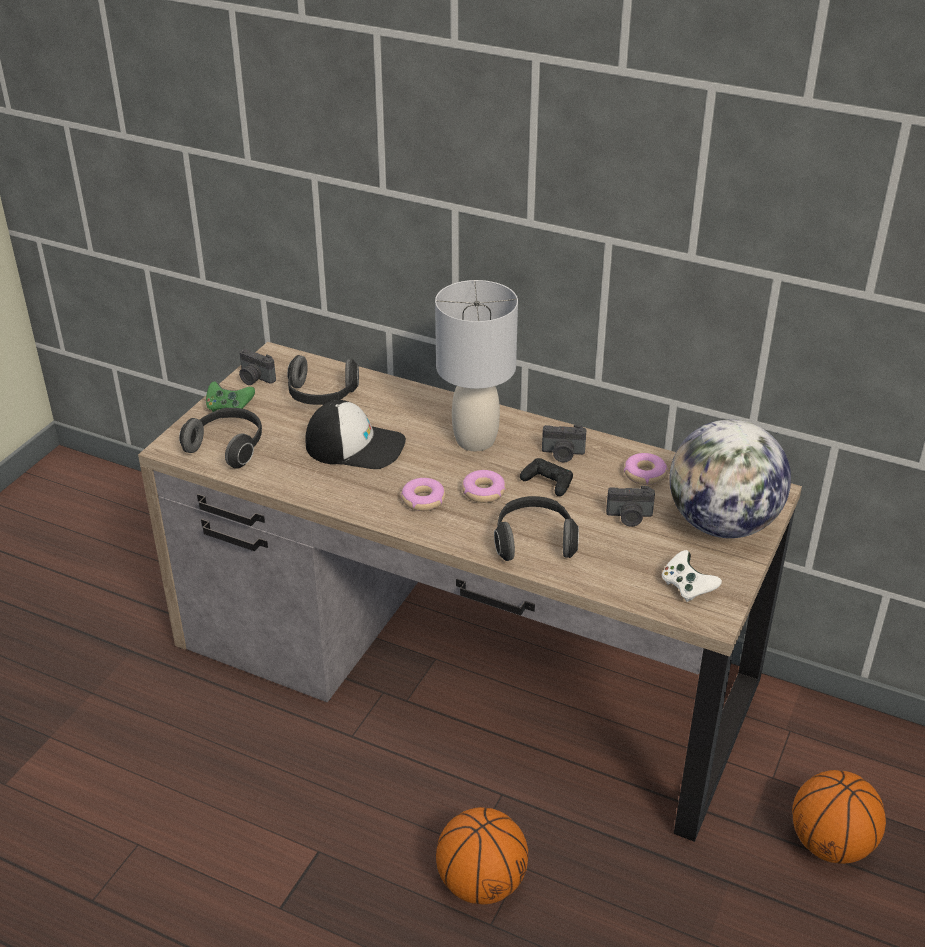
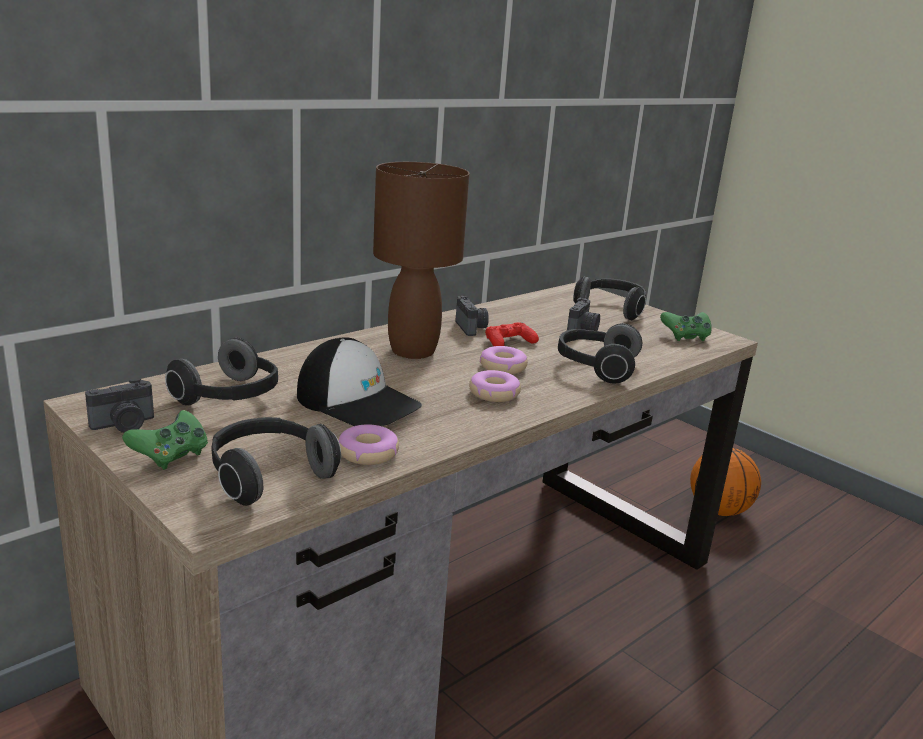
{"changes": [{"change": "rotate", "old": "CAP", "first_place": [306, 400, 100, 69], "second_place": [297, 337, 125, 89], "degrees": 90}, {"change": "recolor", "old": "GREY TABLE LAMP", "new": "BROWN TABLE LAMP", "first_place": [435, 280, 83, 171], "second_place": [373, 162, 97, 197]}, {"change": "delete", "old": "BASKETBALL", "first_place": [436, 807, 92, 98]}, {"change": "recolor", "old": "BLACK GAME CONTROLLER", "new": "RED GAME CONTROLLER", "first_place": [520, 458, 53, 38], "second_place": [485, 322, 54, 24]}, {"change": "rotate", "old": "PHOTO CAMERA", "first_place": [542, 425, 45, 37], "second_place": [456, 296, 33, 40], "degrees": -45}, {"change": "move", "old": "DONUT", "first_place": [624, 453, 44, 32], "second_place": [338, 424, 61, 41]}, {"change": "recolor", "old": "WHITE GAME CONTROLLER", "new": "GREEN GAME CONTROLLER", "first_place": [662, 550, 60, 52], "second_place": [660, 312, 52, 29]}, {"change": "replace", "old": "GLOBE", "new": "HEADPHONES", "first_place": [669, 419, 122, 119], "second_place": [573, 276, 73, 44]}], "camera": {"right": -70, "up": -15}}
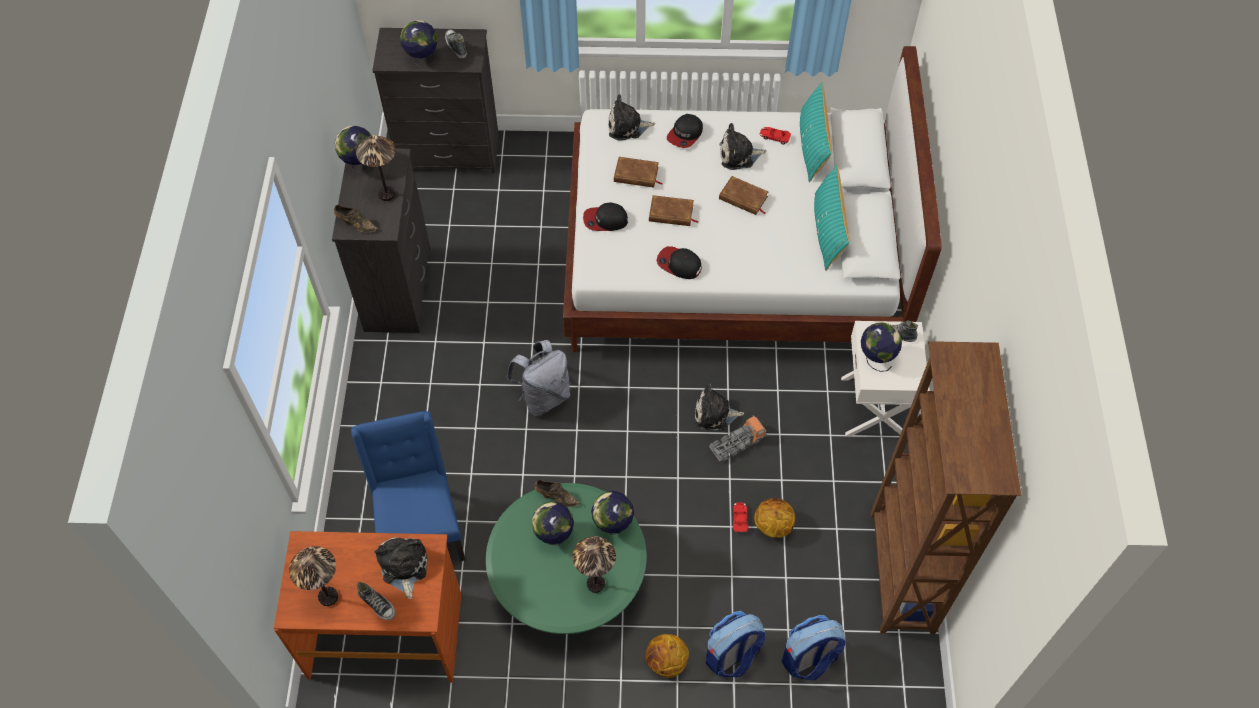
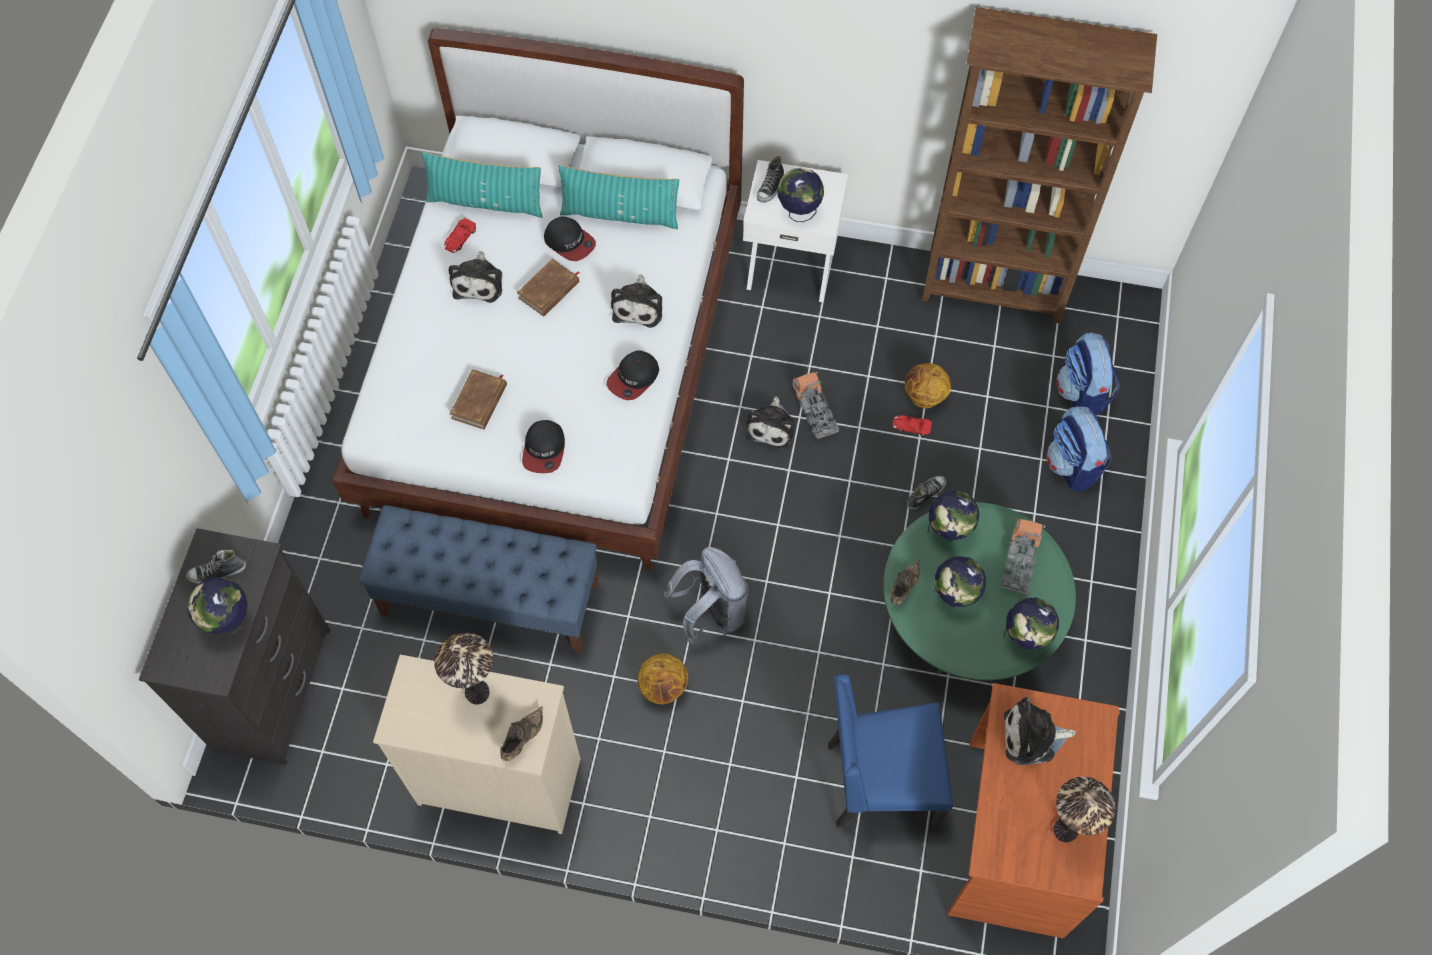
{"changes": [{"change": "recolor", "old": "BLACK DRESSER", "new": "BEIGE DRESSER", "first_place": [332, 149, 98, 184], "second_place": [373, 655, 208, 179]}, {"change": "move", "old": "GLOBE", "first_place": [335, 126, 36, 46], "second_place": [1003, 597, 56, 52]}, {"change": "move", "old": "SHOE", "first_place": [357, 582, 39, 39], "second_place": [907, 476, 39, 33]}, {"change": "replace", "old": "TABLE LAMP", "new": "TOY TRUCK", "first_place": [572, 536, 44, 57], "second_place": [1001, 519, 45, 76]}, {"change": "move", "old": "PLUSH TOY", "first_place": [608, 94, 47, 47], "second_place": [611, 275, 51, 53]}, {"change": "move", "old": "BASKETBALL", "first_place": [646, 634, 43, 44], "second_place": [637, 653, 51, 52]}, {"change": "delete", "old": "BROWN BOOK", "first_place": [649, 195, 50, 31]}, {"change": "move", "old": "CAP", "first_place": [667, 114, 36, 34], "second_place": [544, 216, 52, 45]}, {"change": "insert", "new": "BLUE BENCH", "second_place": [359, 505, 240, 148]}], "camera": {"right": -80, "up": 5}}
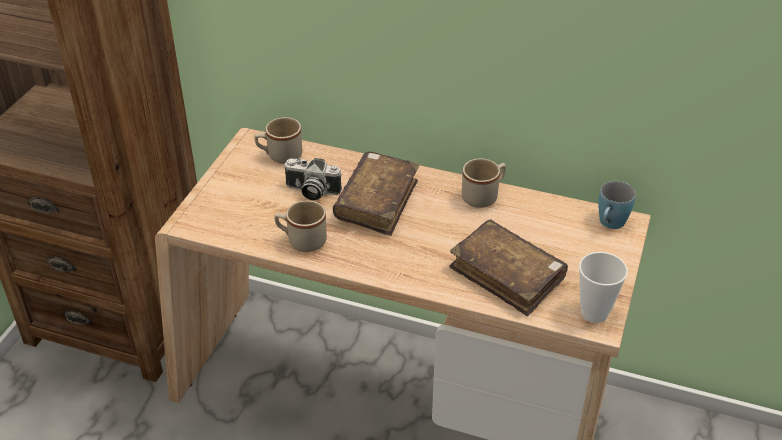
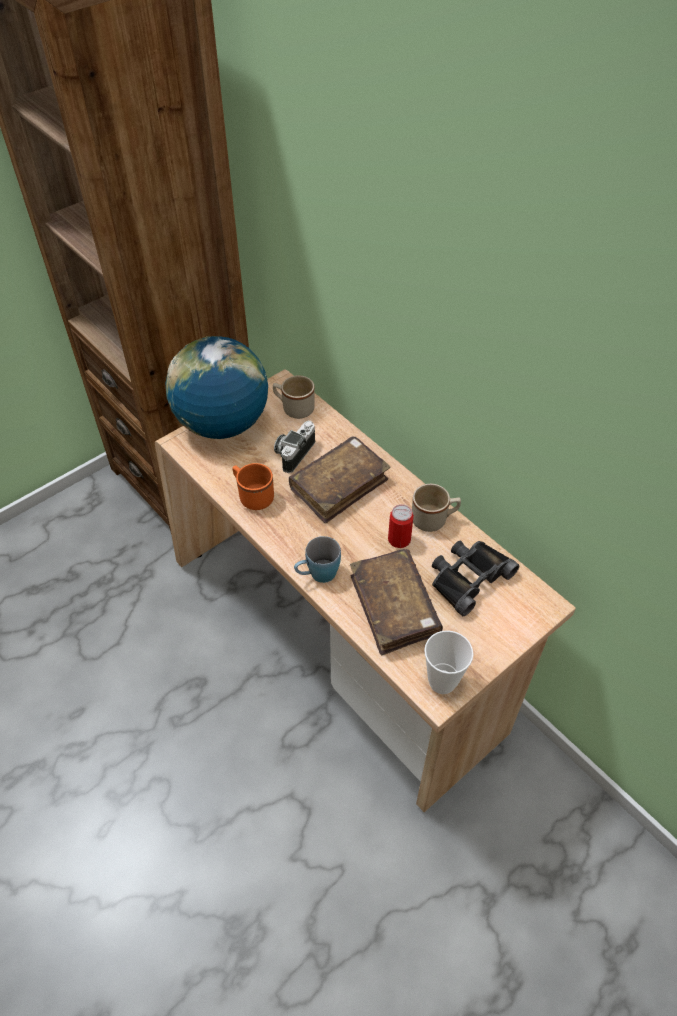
{"changes": [{"change": "recolor", "old": "BEIGE MUG", "new": "ORANGE MUG", "first_place": [275, 201, 52, 51], "second_place": [232, 463, 42, 47]}, {"change": "rotate", "old": "PHOTO CAMERA", "first_place": [284, 158, 58, 42], "second_place": [274, 421, 41, 52], "degrees": 75}, {"change": "move", "old": "BLUE MUG", "first_place": [598, 181, 38, 48], "second_place": [294, 536, 47, 47]}, {"change": "insert", "new": "GLOBE", "second_place": [166, 336, 102, 103]}, {"change": "insert", "new": "CAN", "second_place": [388, 504, 26, 44]}, {"change": "insert", "new": "BLACK BINOCULARS", "second_place": [432, 540, 87, 76]}], "camera": {"right": 30, "up": 10}}
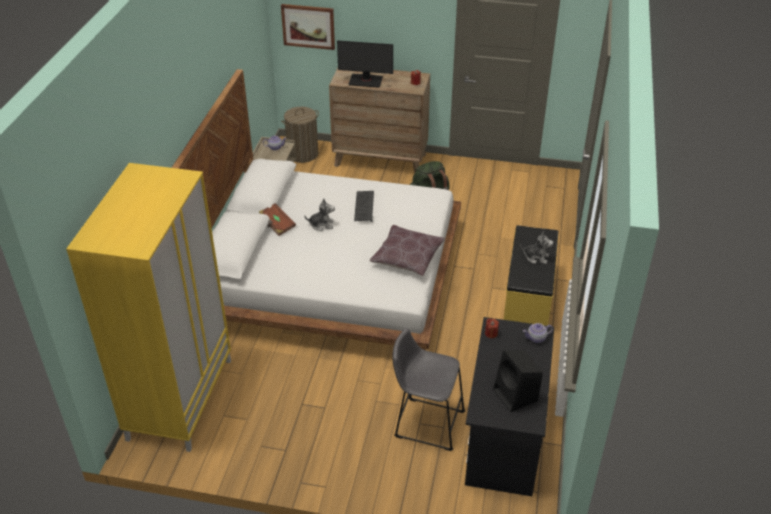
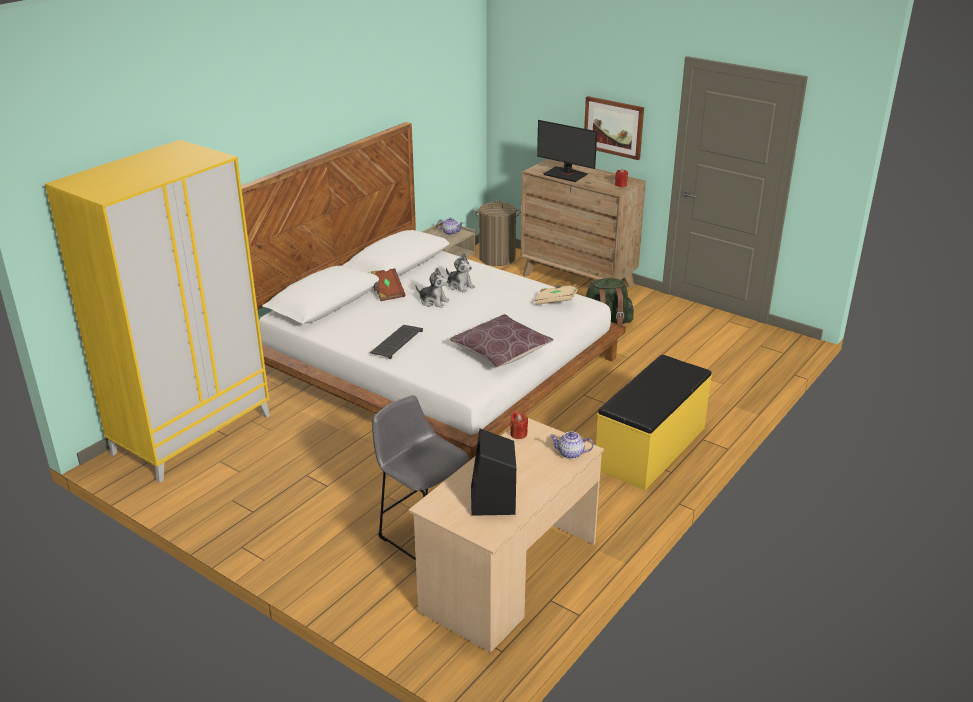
{"changes": [{"change": "move", "old": "PICTURE", "first_place": [281, 4, 54, 46], "second_place": [584, 96, 60, 64]}, {"change": "move", "old": "KEYBOARD", "first_place": [354, 191, 20, 31], "second_place": [370, 325, 53, 34]}, {"change": "recolor", "old": "BLACK DESK", "new": "BEIGE DESK", "first_place": [465, 317, 89, 179], "second_place": [408, 418, 196, 235]}, {"change": "move", "old": "PLUSH TOY", "first_place": [520, 231, 33, 33], "second_place": [446, 253, 29, 40]}, {"change": "insert", "new": "BEIGE BOOK", "second_place": [535, 284, 43, 21]}], "camera": {"right": 25, "up": -10}}
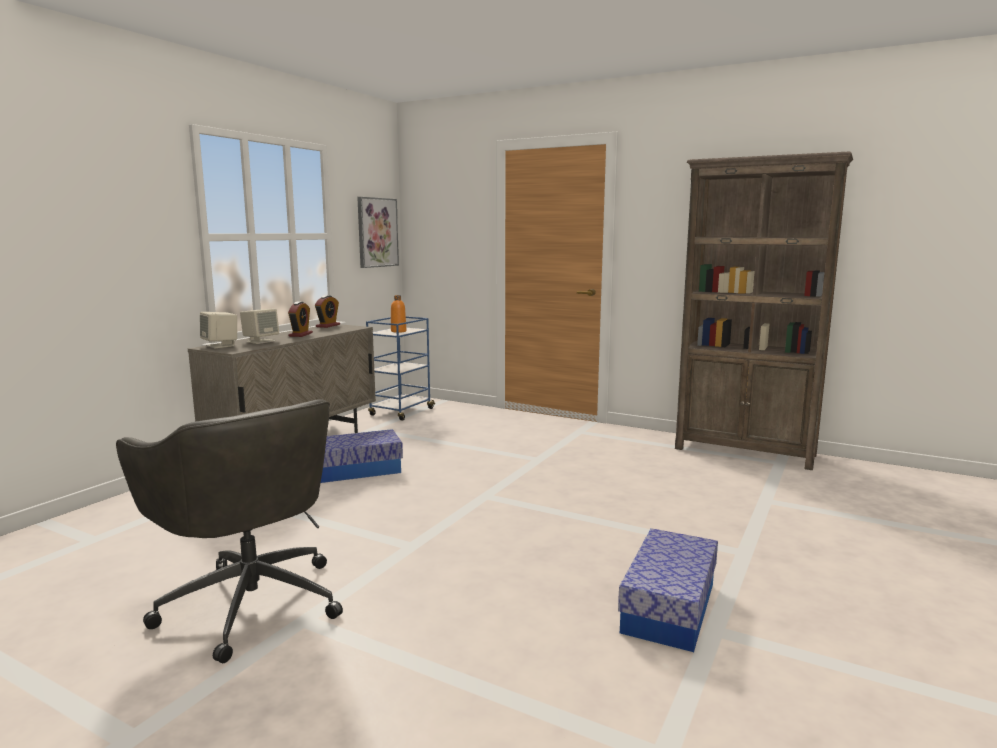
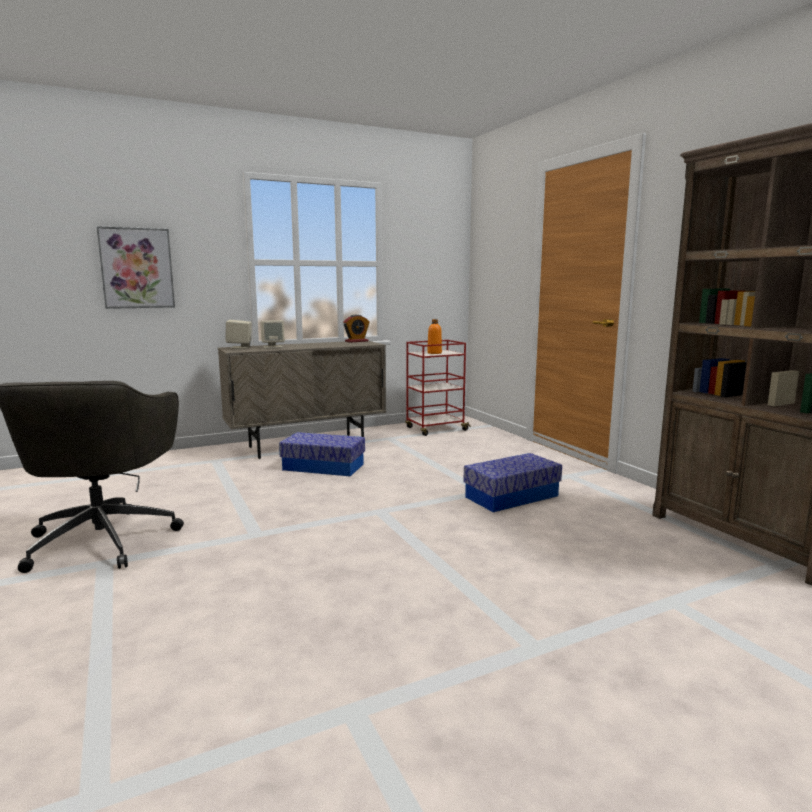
{"changes": [{"change": "delete", "old": "ALARM CLOCK", "first_place": [288, 302, 25, 35]}, {"change": "move", "old": "PICTURE", "first_place": [357, 197, 42, 71], "second_place": [97, 226, 78, 83]}, {"change": "recolor", "old": "BLUE CART", "new": "RED CART", "first_place": [366, 316, 69, 105], "second_place": [405, 340, 66, 96]}, {"change": "move", "old": "STORAGE BOX", "first_place": [618, 528, 100, 124], "second_place": [463, 453, 99, 59]}], "camera": {"right": 35, "up": 0}}
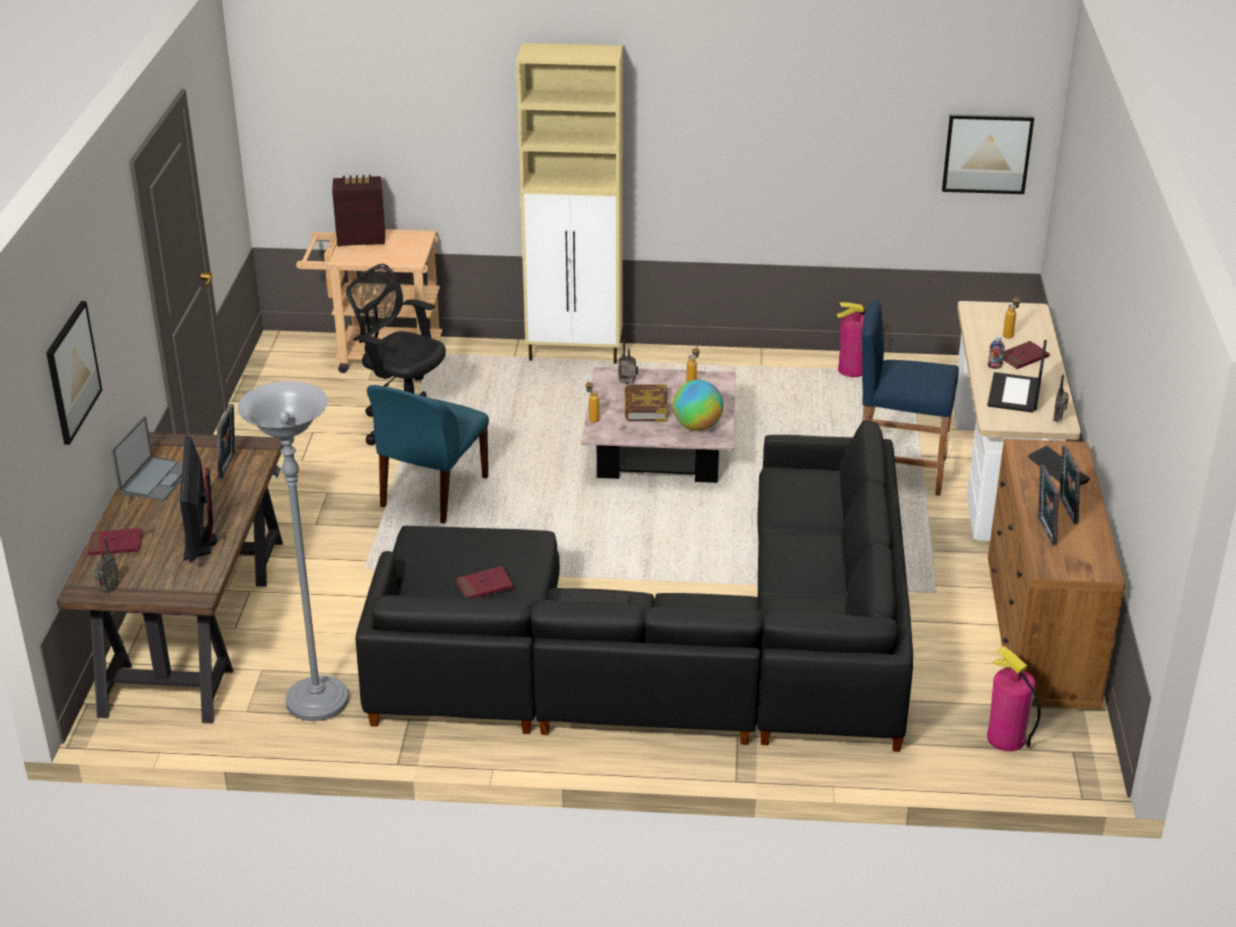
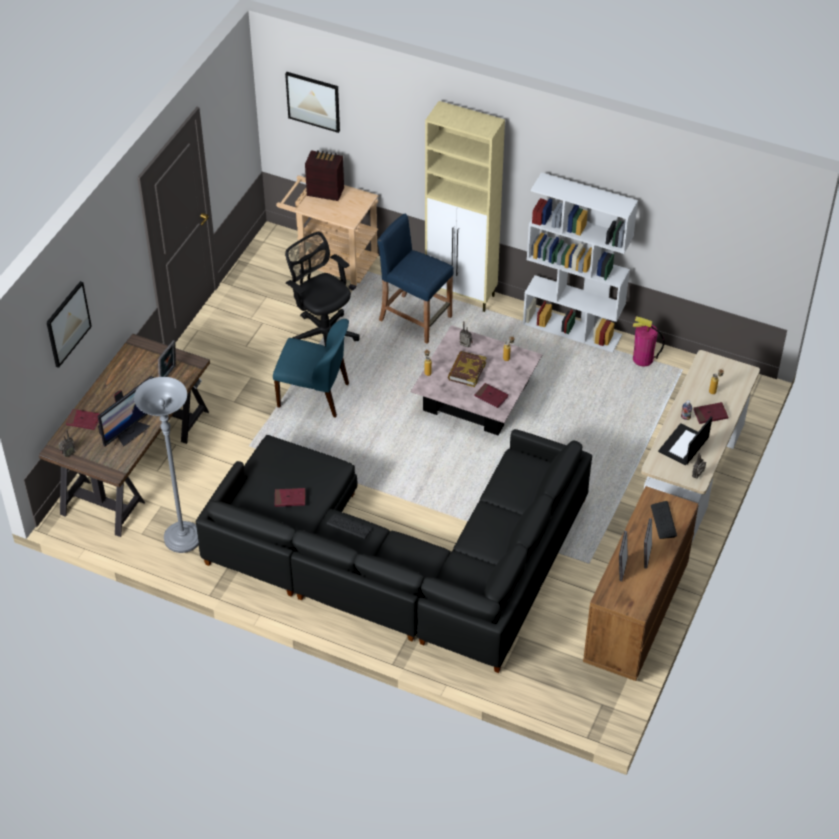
{"changes": [{"change": "delete", "old": "LAPTOP", "first_place": [111, 416, 72, 85]}, {"change": "rotate", "old": "MONITOR", "first_place": [180, 436, 37, 126], "second_place": [98, 376, 56, 71], "degrees": -150}, {"change": "rotate", "old": "BLUE CHAIR", "first_place": [367, 385, 122, 139], "second_place": [273, 319, 76, 99], "degrees": -120}, {"change": "replace", "old": "GLOBE", "new": "RED BOOK", "first_place": [673, 380, 50, 51], "second_place": [474, 383, 35, 25]}, {"change": "move", "old": "BLUE STOOL", "first_place": [862, 299, 97, 197], "second_place": [377, 214, 76, 130]}, {"change": "move", "old": "PICTURE", "first_place": [942, 114, 92, 80], "second_place": [285, 72, 55, 61]}, {"change": "delete", "old": "FIRE EXTINGUISHER", "first_place": [987, 646, 53, 105]}, {"change": "insert", "new": "WHITE BOOKCASE", "second_place": [523, 172, 115, 181]}], "camera": {"right": 20, "up": 15}}
